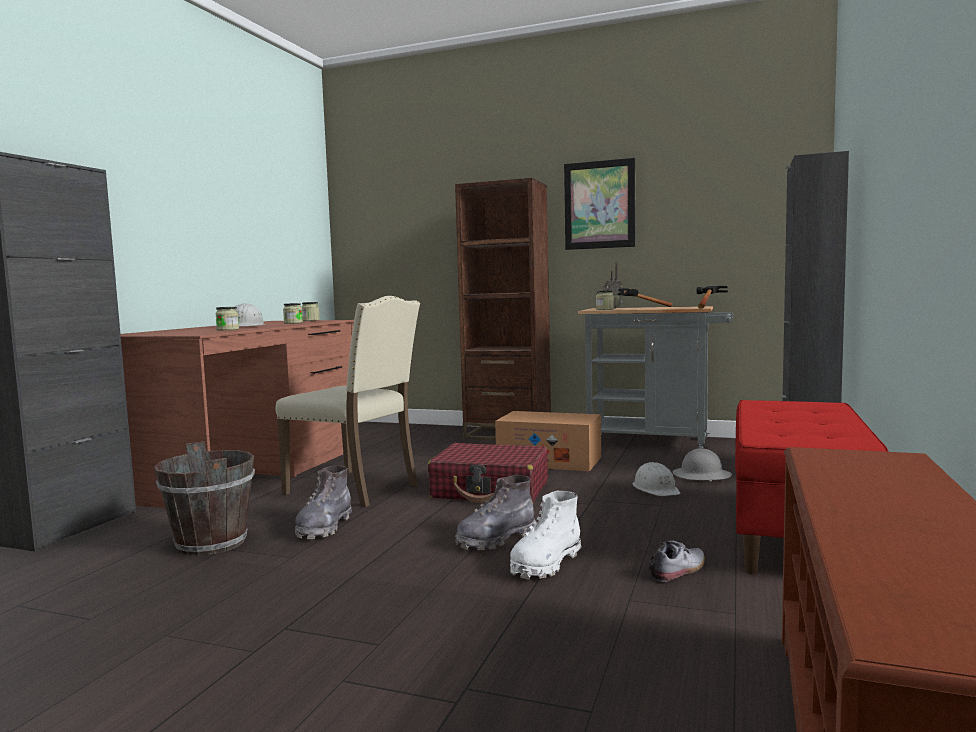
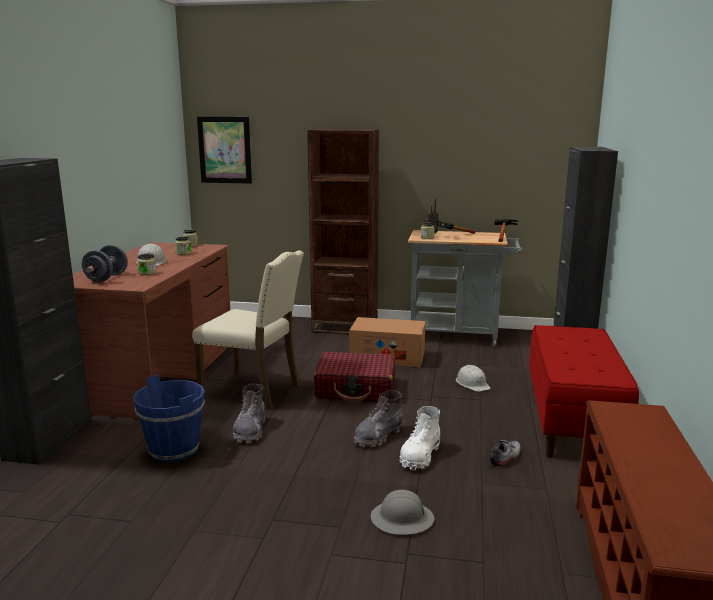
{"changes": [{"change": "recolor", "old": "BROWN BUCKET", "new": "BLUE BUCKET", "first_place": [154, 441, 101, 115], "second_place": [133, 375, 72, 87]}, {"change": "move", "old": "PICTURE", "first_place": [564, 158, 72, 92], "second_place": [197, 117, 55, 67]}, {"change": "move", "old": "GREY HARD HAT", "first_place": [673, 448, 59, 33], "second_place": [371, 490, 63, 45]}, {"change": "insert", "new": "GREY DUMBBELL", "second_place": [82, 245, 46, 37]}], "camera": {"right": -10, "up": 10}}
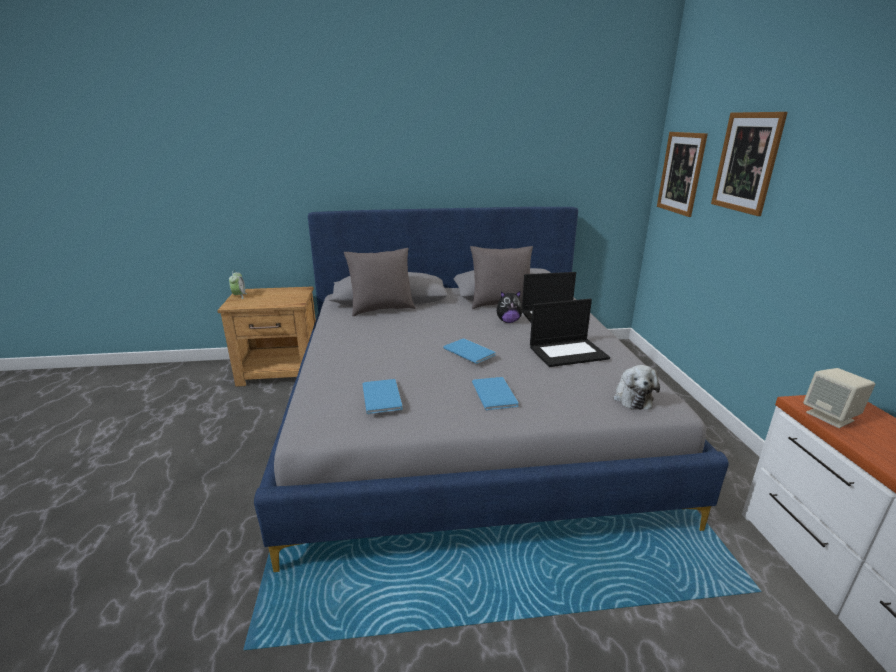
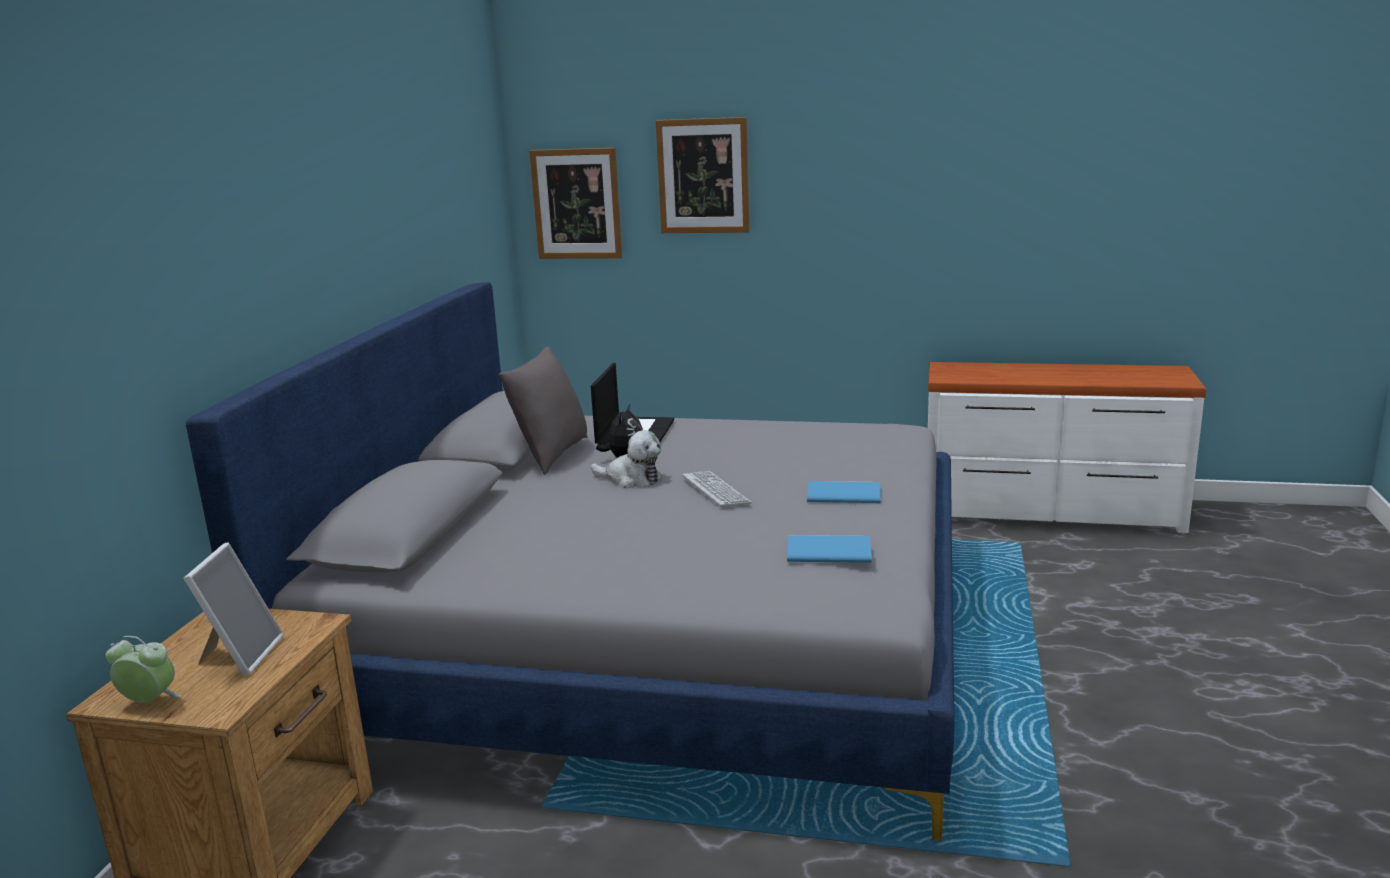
{"changes": [{"change": "delete", "old": "GREY PILLOW", "first_place": [344, 248, 71, 68]}, {"change": "replace", "old": "BLUE BOOK", "new": "KEYBOARD", "first_place": [443, 338, 53, 26], "second_place": [682, 471, 70, 37]}, {"change": "delete", "old": "LAPTOP", "first_place": [530, 299, 80, 68]}, {"change": "move", "old": "PLUSH TOY", "first_place": [613, 365, 47, 45], "second_place": [591, 430, 71, 58]}, {"change": "delete", "old": "BEIGE SPEAKER", "first_place": [803, 368, 72, 60]}, {"change": "insert", "new": "PICTURE FRAME", "second_place": [183, 542, 101, 134]}], "camera": {"right": -70, "up": -5}}
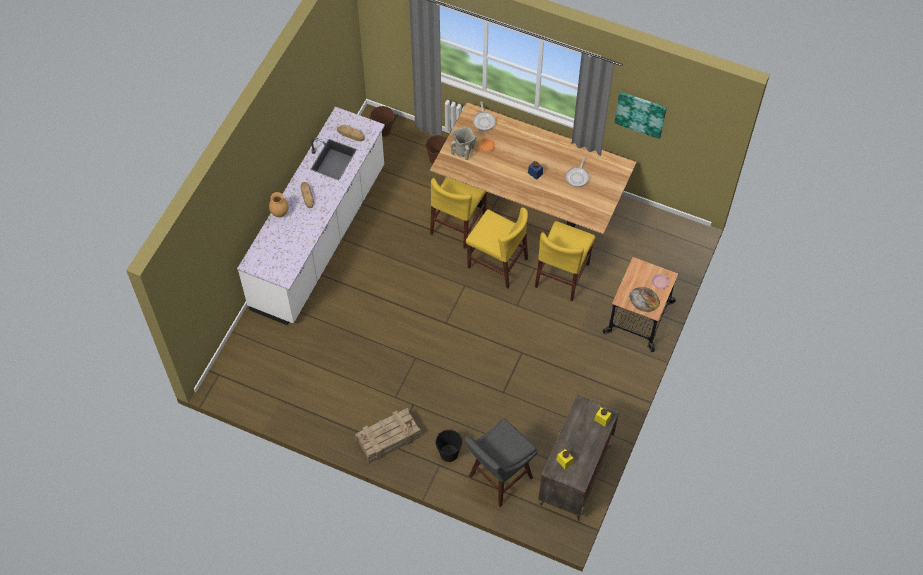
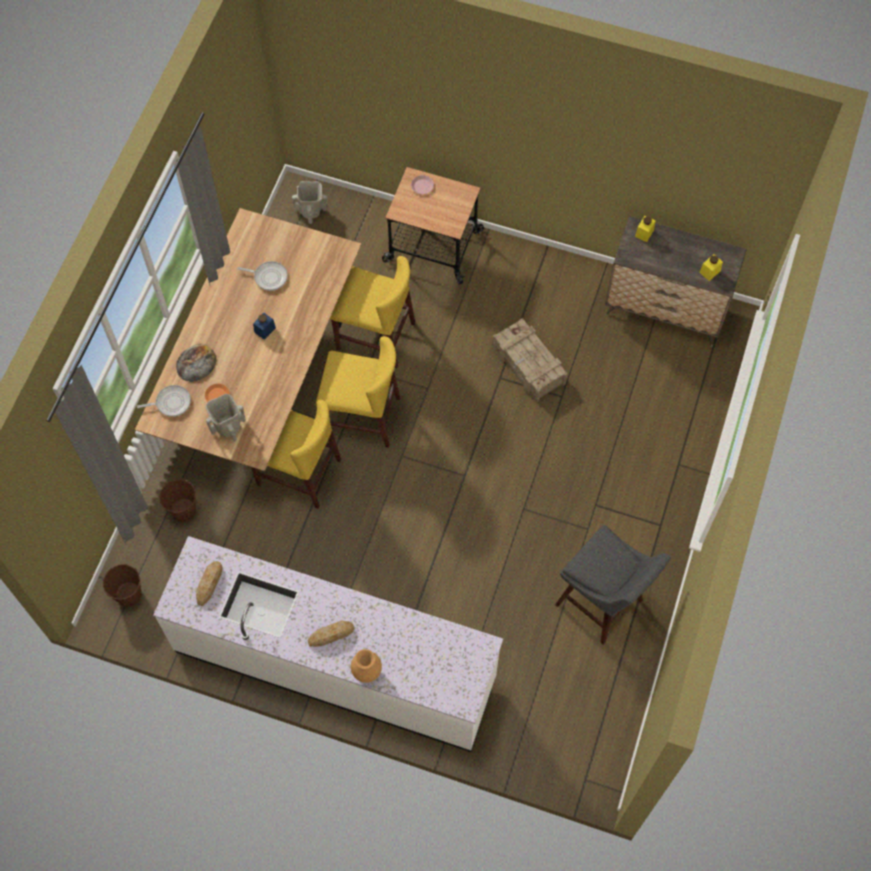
{"changes": [{"change": "move", "old": "CRATE", "first_place": [355, 408, 66, 56], "second_place": [492, 318, 75, 84]}, {"change": "delete", "old": "BLACK BUCKET", "first_place": [436, 429, 27, 33]}, {"change": "move", "old": "GREY STOOL", "first_place": [465, 418, 72, 89], "second_place": [555, 525, 116, 120]}, {"change": "rotate", "old": "YELLOW CHAIR", "first_place": [466, 208, 62, 80], "second_place": [316, 336, 84, 112], "degrees": 75}, {"change": "delete", "old": "PICTURE", "first_place": [615, 91, 52, 48]}, {"change": "move", "old": "BREAD", "first_place": [629, 287, 31, 25], "second_place": [176, 344, 41, 38]}, {"change": "insert", "new": "BEIGE VASE", "second_place": [292, 181, 36, 43]}], "camera": {"right": -95, "up": 5}}
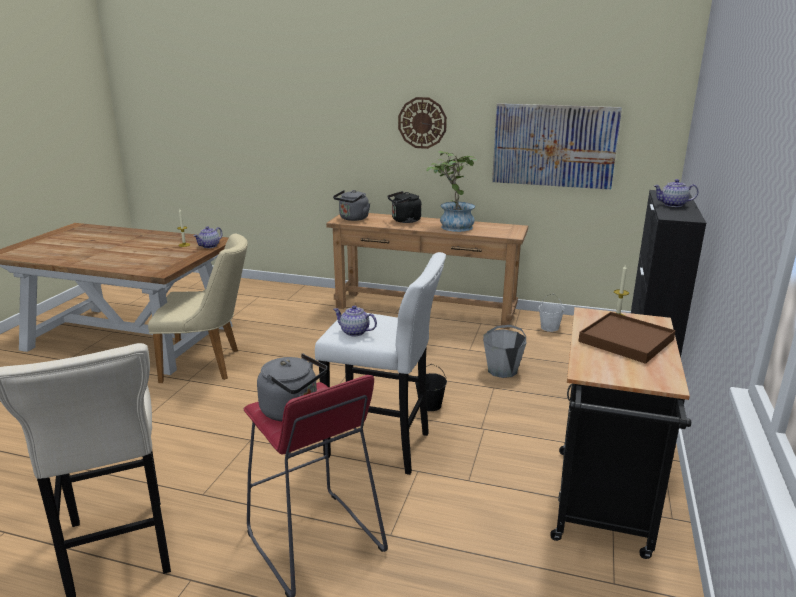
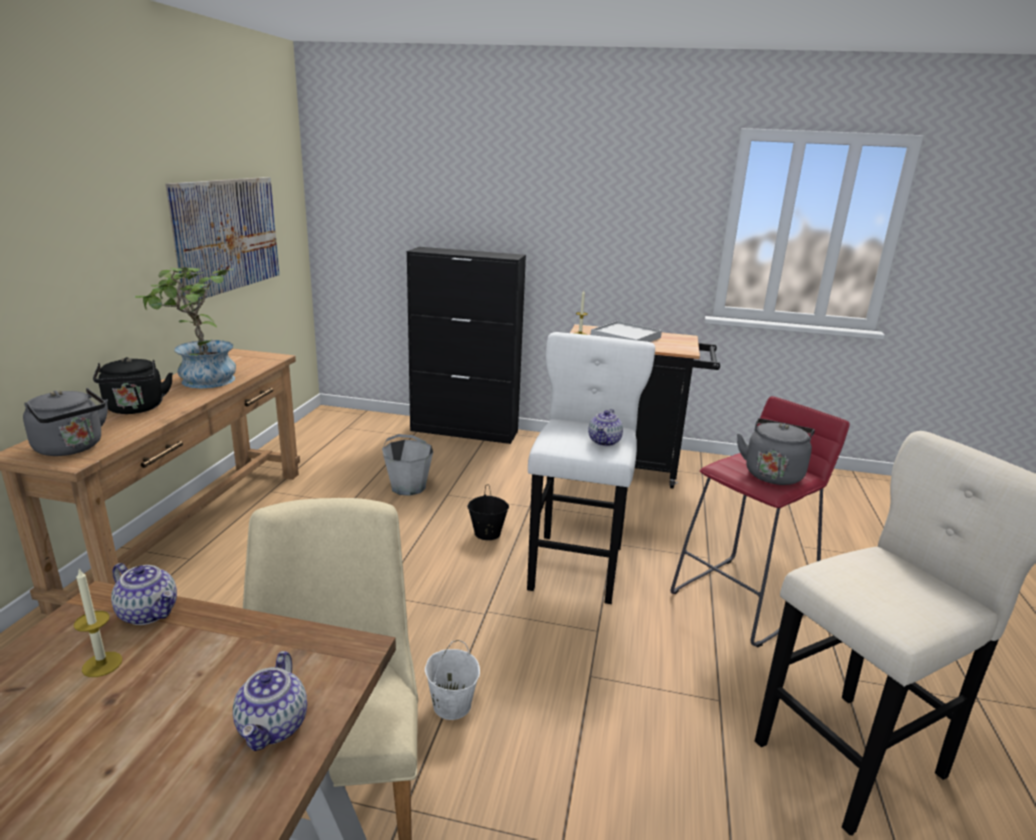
{"changes": [{"change": "delete", "old": "WALL CLOCK", "first_place": [398, 97, 49, 52]}, {"change": "move", "old": "WHITE BUCKET", "first_place": [539, 294, 26, 38], "second_place": [425, 640, 55, 80]}, {"change": "recolor", "old": "BROWN TRAY", "new": "WHITE TRAY", "first_place": [578, 312, 98, 52], "second_place": [591, 321, 71, 21]}, {"change": "move", "old": "TEAPOT", "first_place": [654, 179, 44, 28], "second_place": [233, 651, 74, 100]}], "camera": {"right": -95, "up": 0}}
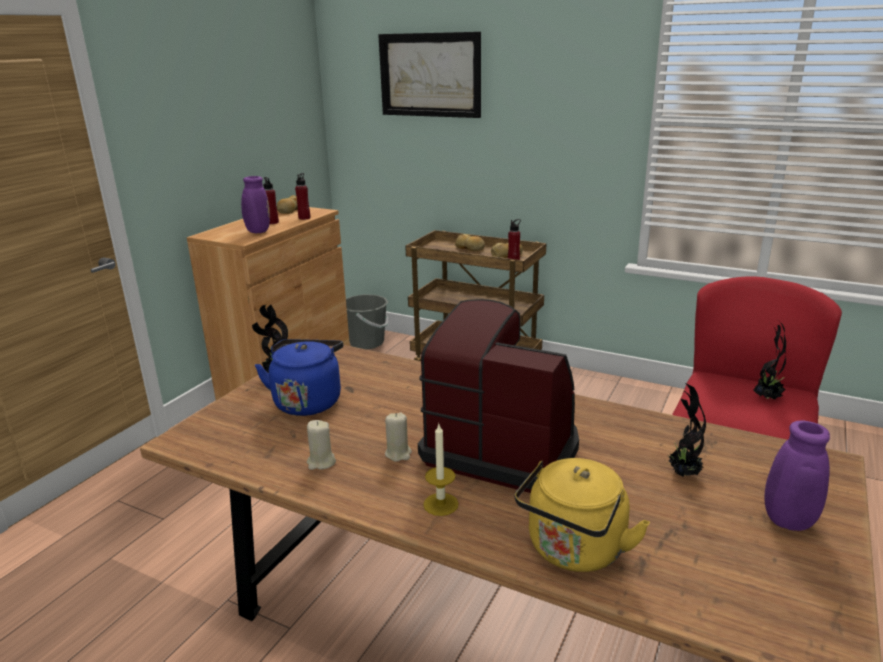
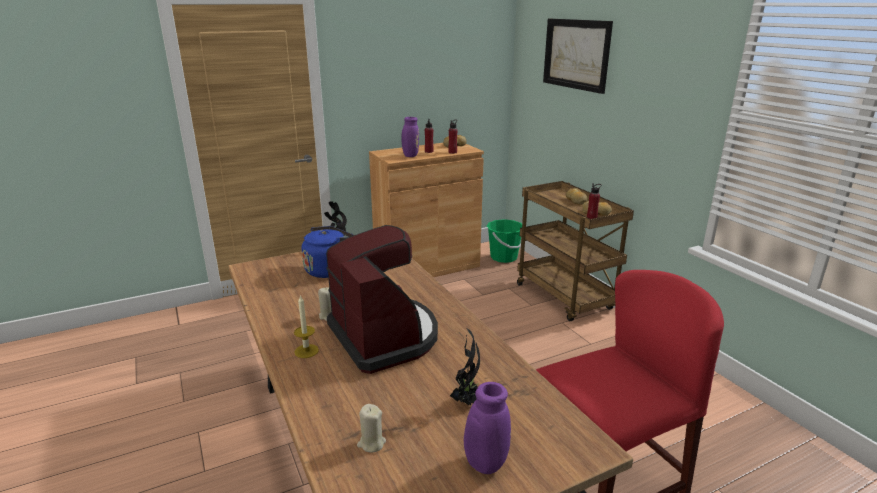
{"changes": [{"change": "move", "old": "BEIGE CANDLE", "first_place": [307, 420, 29, 50], "second_place": [357, 404, 29, 49]}, {"change": "recolor", "old": "GREY BUCKET", "new": "GREEN BUCKET", "first_place": [346, 294, 42, 56], "second_place": [487, 219, 35, 44]}, {"change": "delete", "old": "YELLOW KETTLE", "first_place": [515, 458, 135, 114]}, {"change": "delete", "old": "POTTED PLANT", "first_place": [753, 321, 33, 79]}], "camera": {"right": 35, "up": 0}}
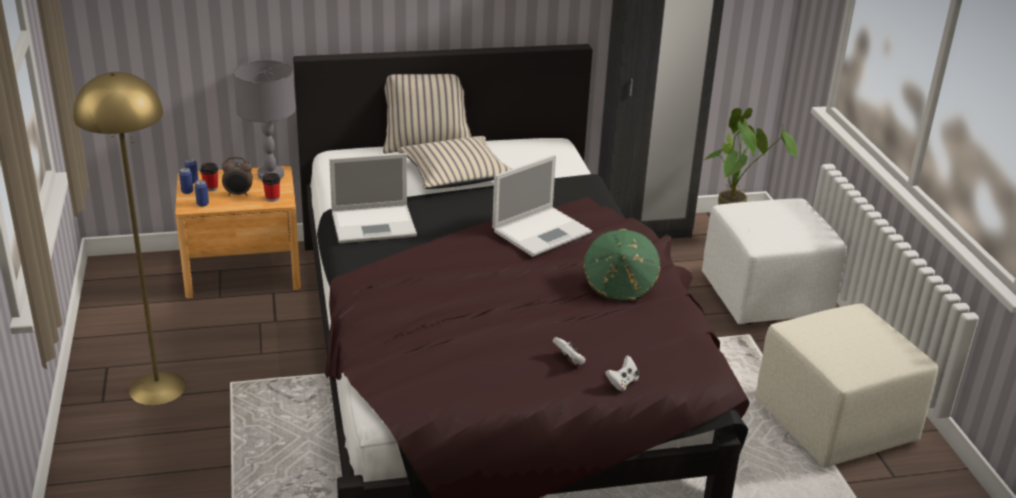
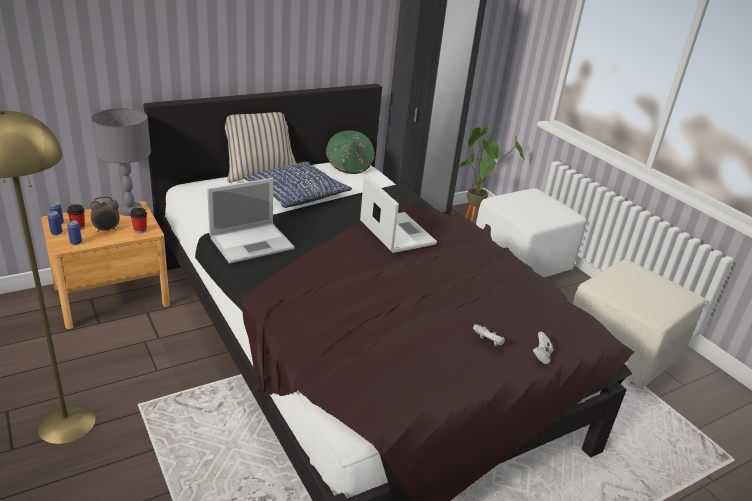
{"changes": [{"change": "recolor", "old": "BEIGE PILLOW", "new": "BLUE PILLOW", "first_place": [397, 136, 115, 53], "second_place": [244, 161, 108, 47]}, {"change": "rotate", "old": "LAPTOP", "first_place": [492, 155, 100, 102], "second_place": [360, 175, 77, 78], "degrees": -60}, {"change": "move", "old": "GREEN HAT", "first_place": [583, 229, 78, 73], "second_place": [326, 130, 49, 44]}], "camera": {"right": -20, "up": 0}}
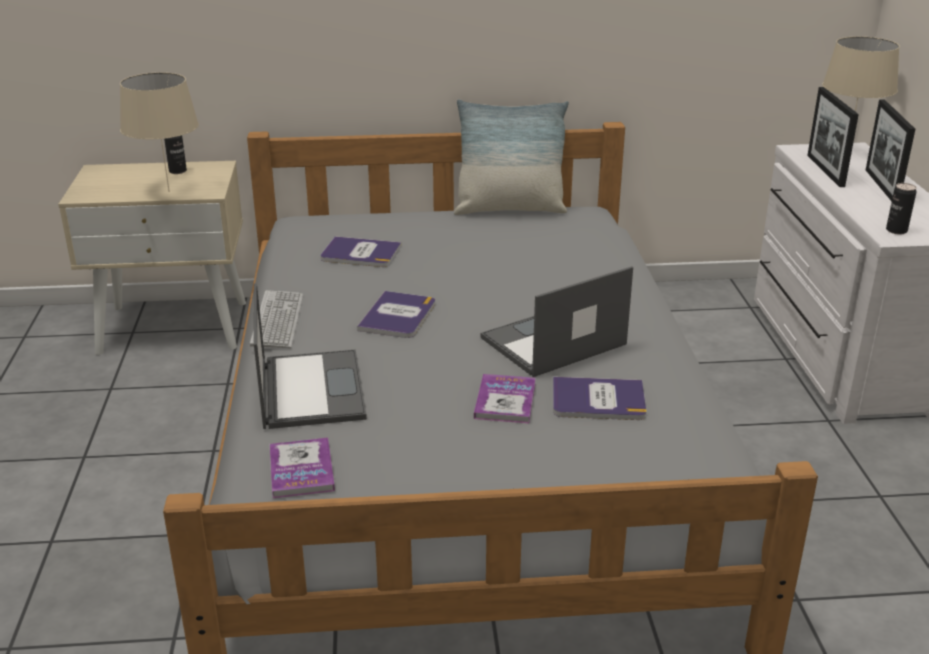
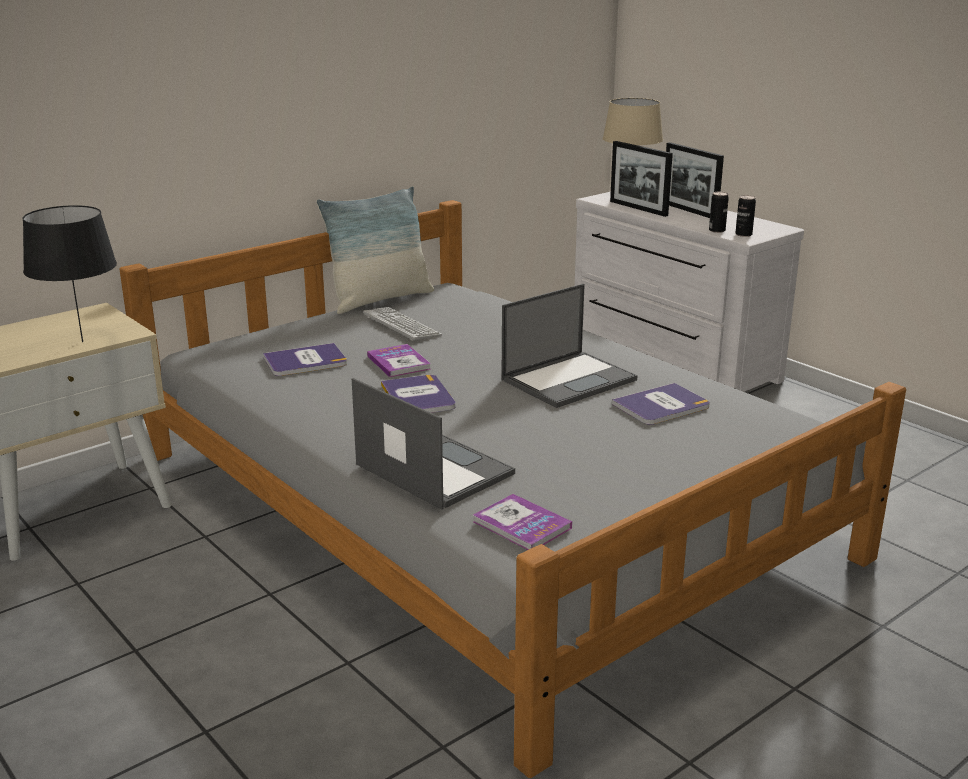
{"changes": [{"change": "recolor", "old": "BEIGE TABLE LAMP", "new": "BLACK TABLE LAMP", "first_place": [120, 72, 79, 120], "second_place": [23, 205, 94, 137]}, {"change": "move", "old": "CAN", "first_place": [164, 135, 23, 39], "second_place": [709, 192, 20, 41]}, {"change": "move", "old": "KEYBOARD", "first_place": [250, 290, 53, 58], "second_place": [363, 307, 80, 34]}, {"change": "move", "old": "BOOK", "first_place": [474, 374, 62, 49], "second_place": [367, 344, 64, 33]}, {"change": "rotate", "old": "LAPTOP", "first_place": [481, 266, 152, 111], "second_place": [501, 284, 137, 124], "degrees": -150}], "camera": {"right": -35, "up": -5}}
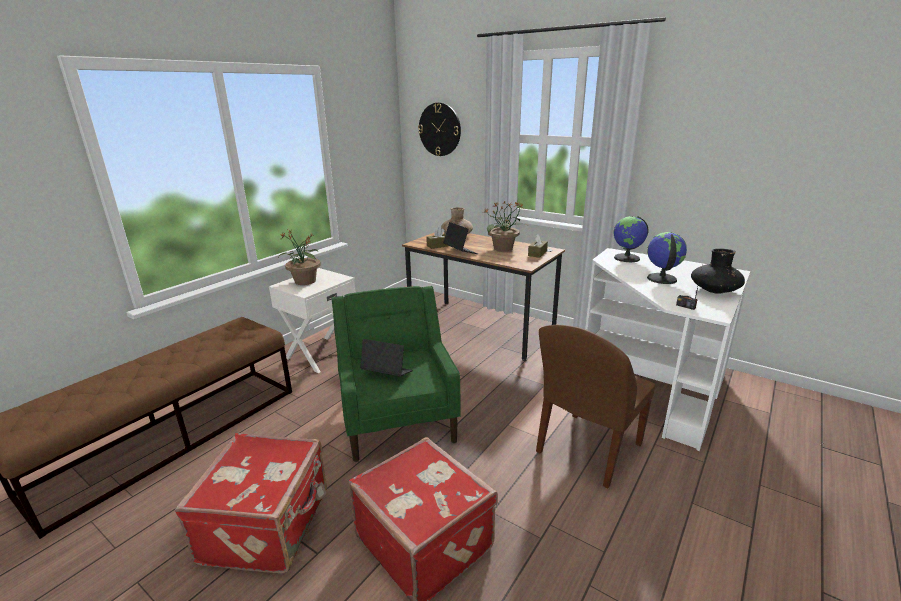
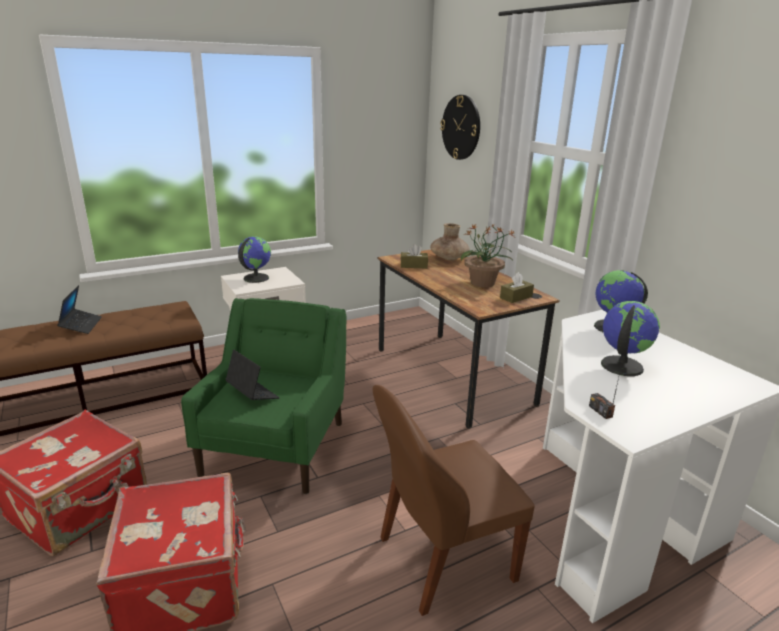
{"changes": [{"change": "replace", "old": "POTTED PLANT", "new": "GLOBE", "first_place": [278, 230, 43, 55], "second_place": [238, 236, 33, 47]}, {"change": "move", "old": "LAPTOP", "first_place": [443, 222, 35, 32], "second_place": [57, 285, 45, 49]}, {"change": "delete", "old": "BLACK VASE", "first_place": [691, 249, 54, 44]}], "camera": {"right": 25, "up": 0}}
